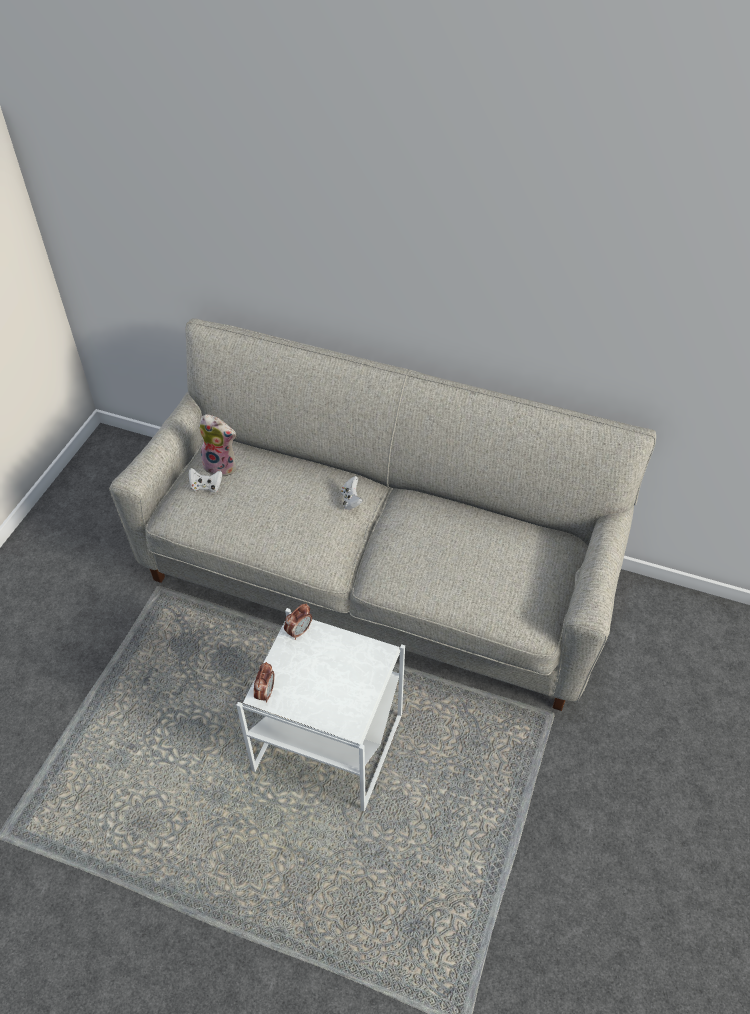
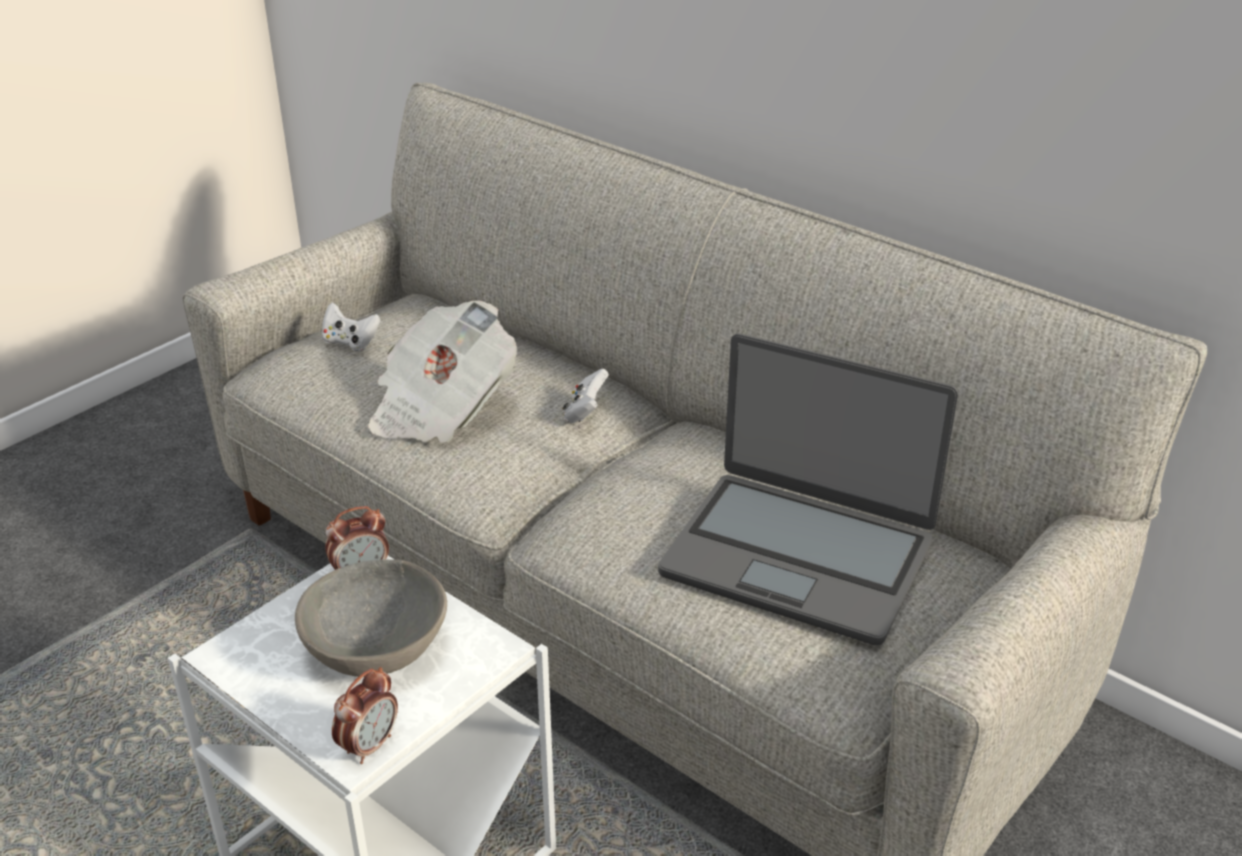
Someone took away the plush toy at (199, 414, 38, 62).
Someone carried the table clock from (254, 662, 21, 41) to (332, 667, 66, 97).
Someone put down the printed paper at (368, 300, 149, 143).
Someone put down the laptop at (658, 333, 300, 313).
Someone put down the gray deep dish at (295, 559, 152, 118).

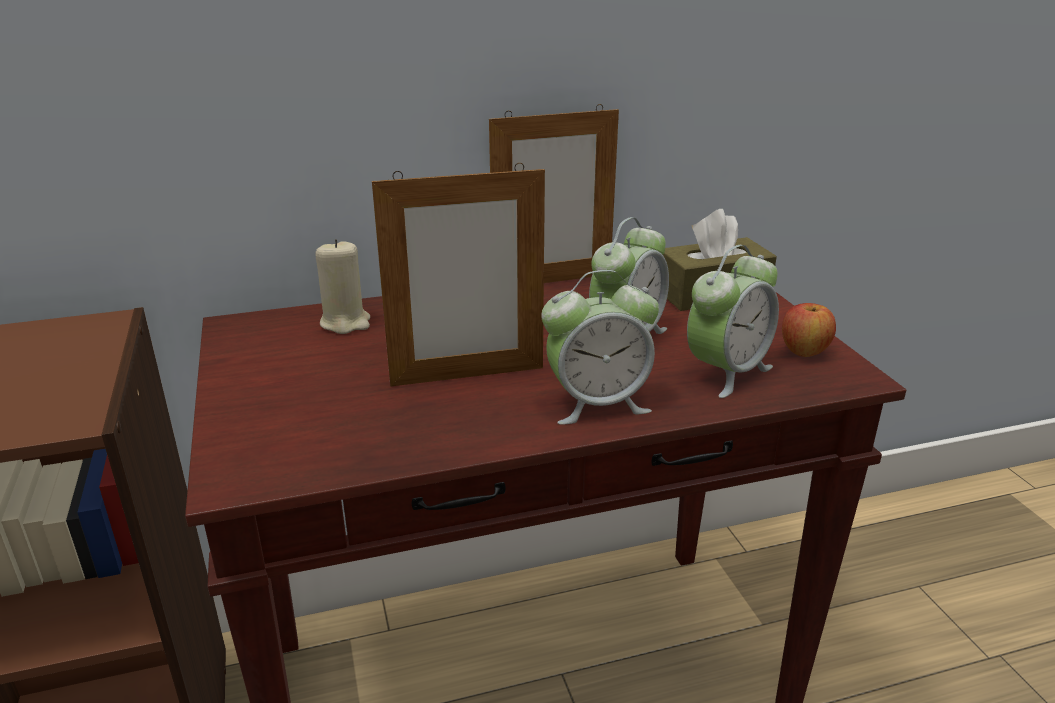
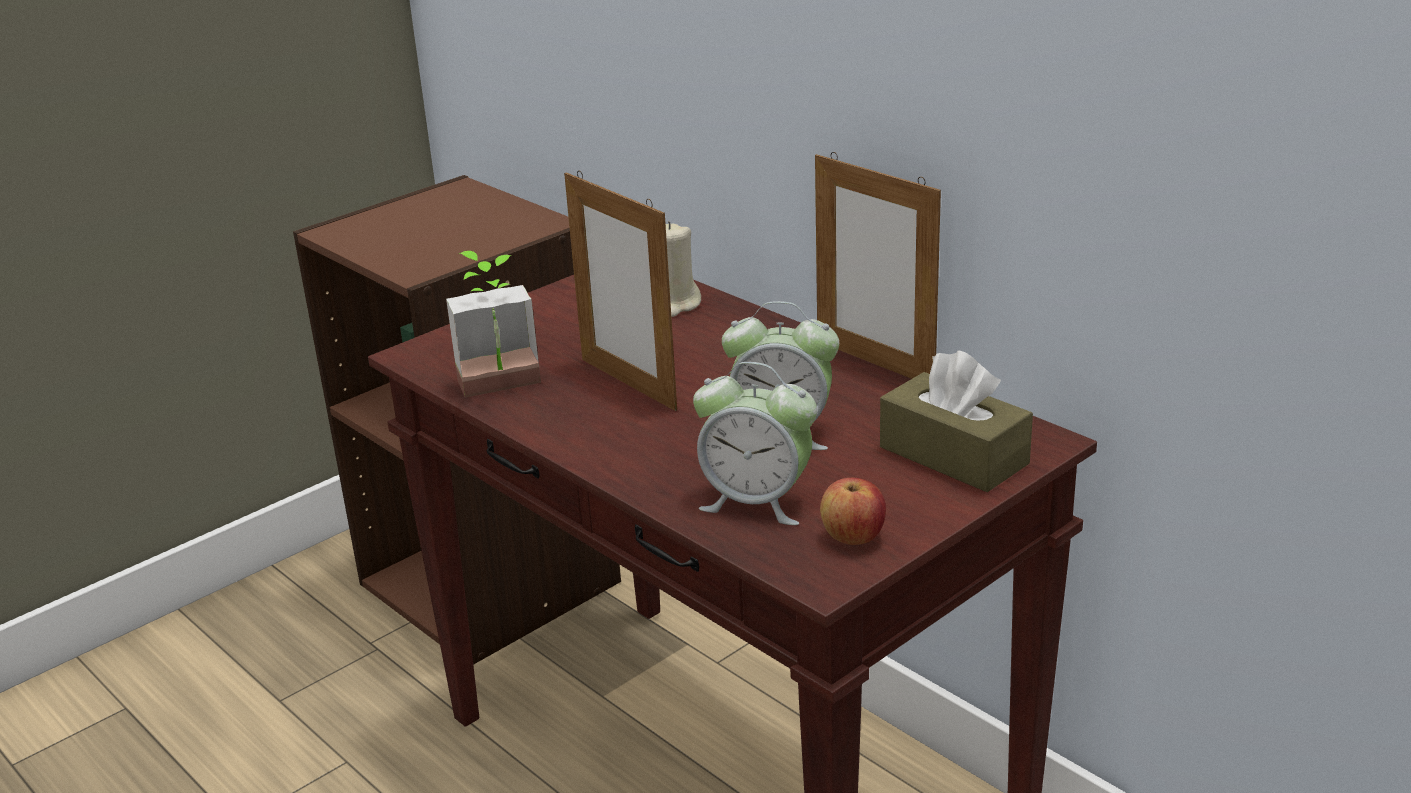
Someone took away the table clock at (541, 270, 118, 155).
Someone put down the plant in a pot at (446, 251, 95, 147).

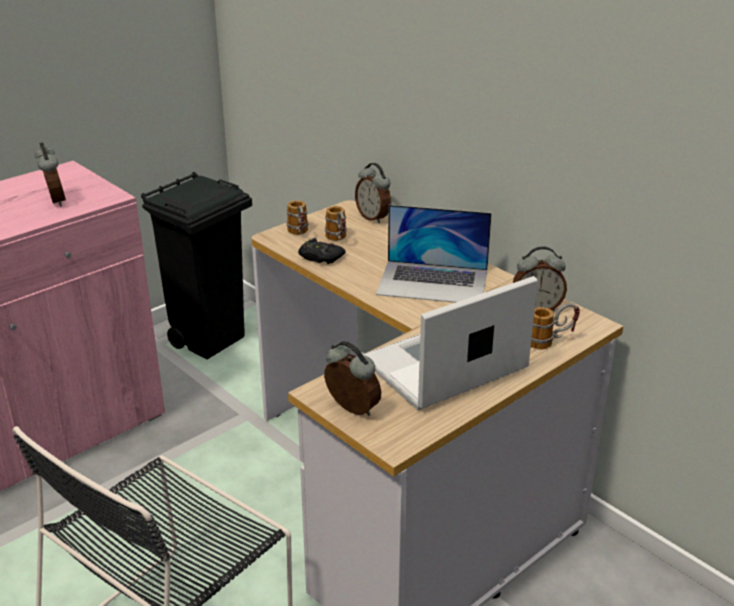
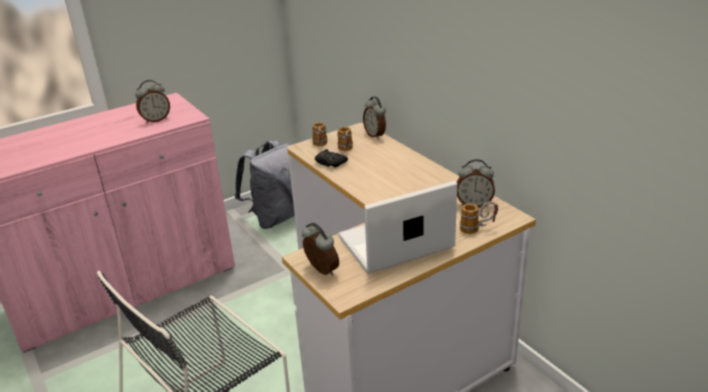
Someone rotated the table clock at (35, 142, 31, 64) by 75 degrees clockwise.
Someone swapped the black waste bin at (141, 172, 111, 187) for the gray knapsack at (235, 141, 60, 88).
Someone took away the laptop at (376, 205, 116, 98).

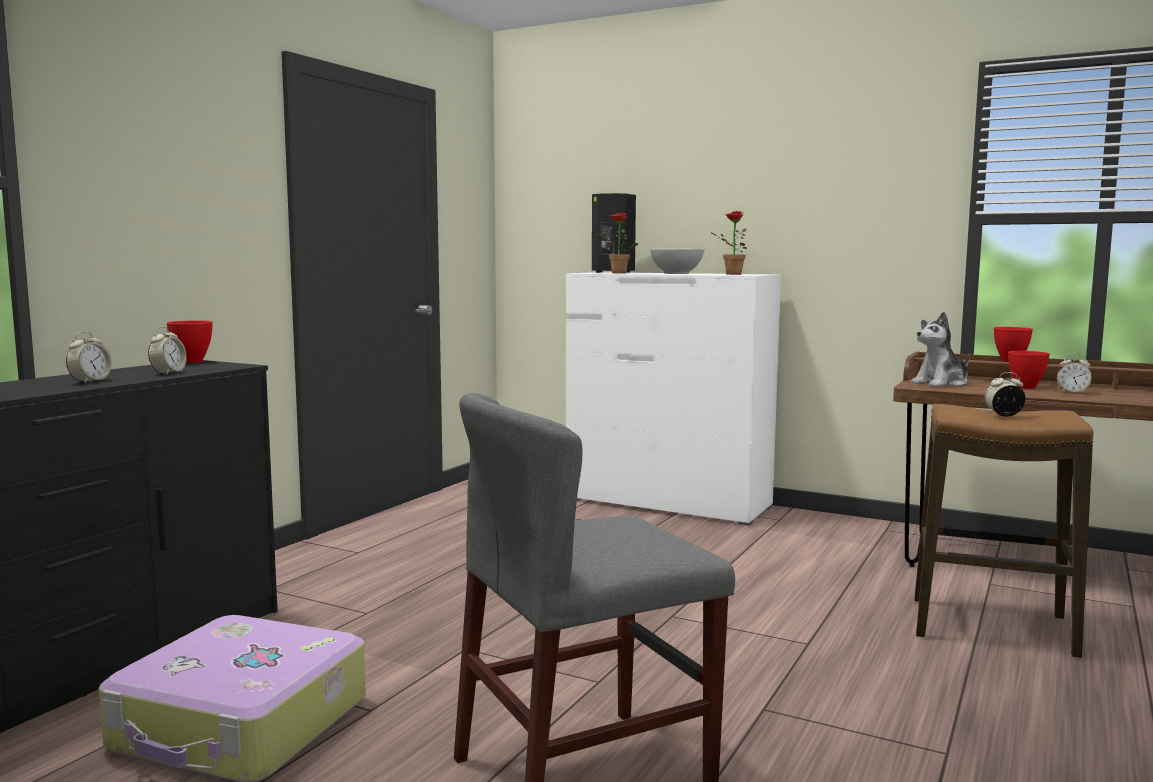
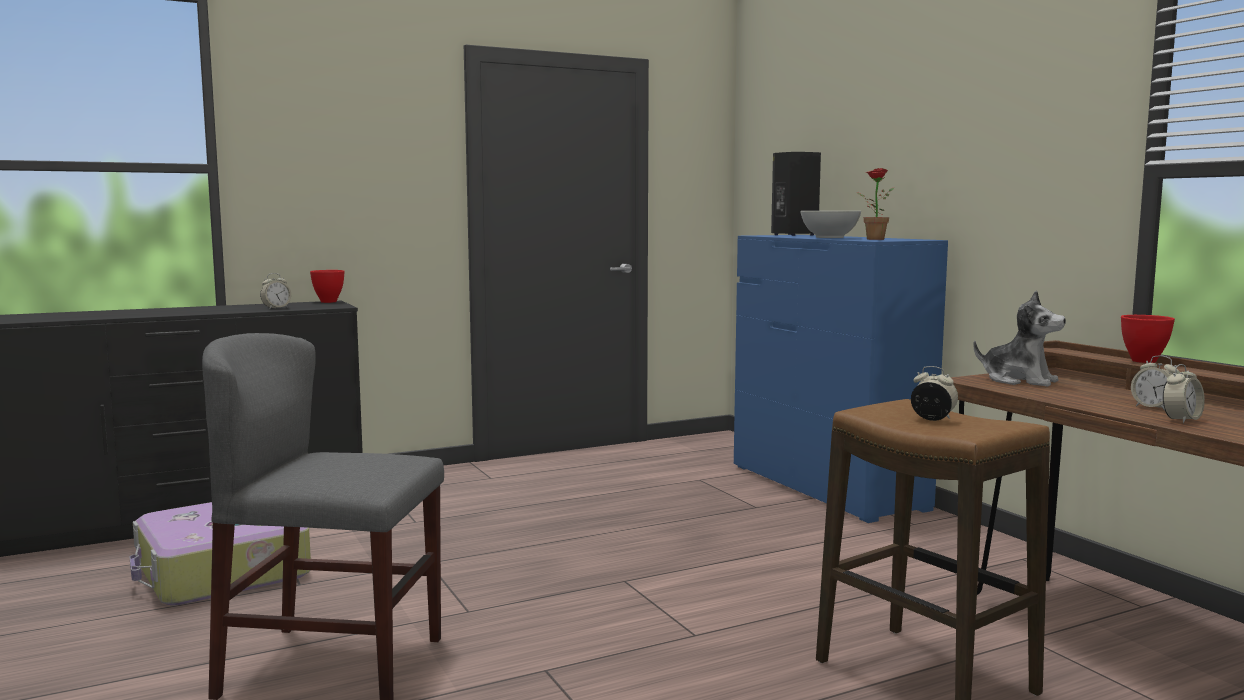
Someone took away the plant in a pot at (595, 213, 43, 60).
Someone repainted the white drawer chest at (566, 272, 215, 254), which became the blue-coloured drawer chest at (734, 235, 214, 288).
Someone rotated the plush toy at (911, 312, 59, 75) by 150 degrees counterclockwise.
Someone carried the table clock from (66, 331, 46, 52) to (1162, 364, 43, 59).
Someone took away the reddish deep dish at (1008, 351, 42, 38).

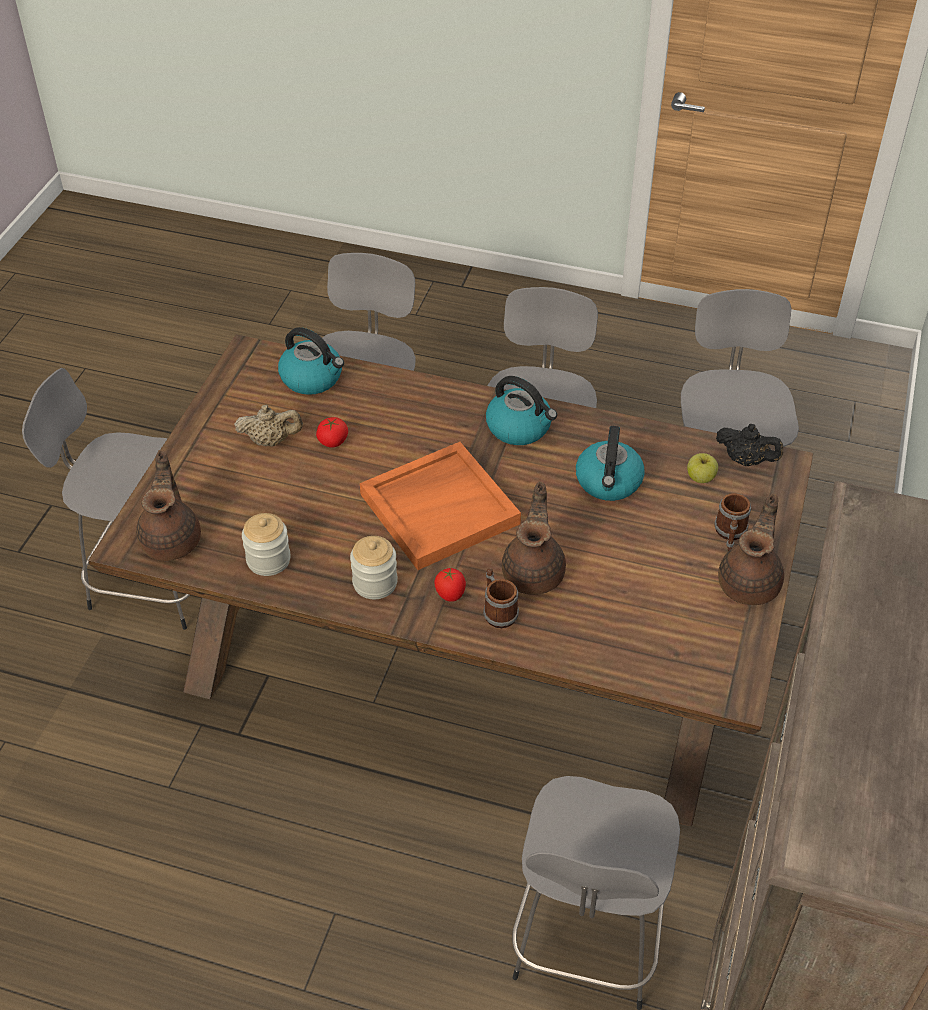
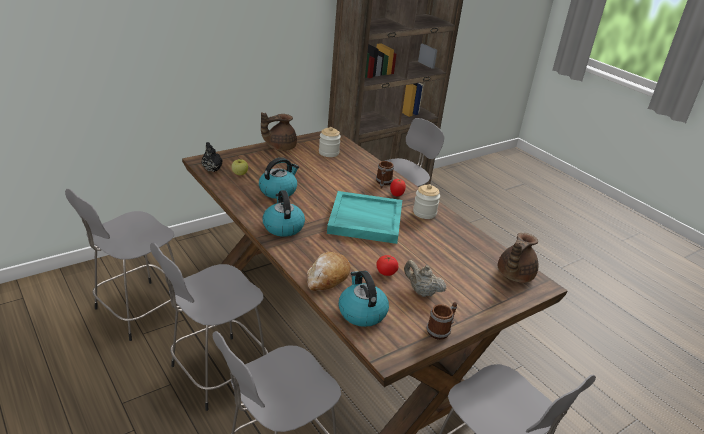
Someone repainted the orange-coloured tray at (360, 442, 161, 128), which became the turquoise-coloured tray at (327, 191, 75, 53).
Someone took away the brown-coloured pot for tea at (502, 481, 64, 114).
Someone carried the mug from (714, 493, 37, 58) to (427, 302, 30, 38).
Someone carried the jar from (242, 513, 49, 63) to (319, 127, 22, 30).
Someone put down the bakery bread at (307, 251, 44, 40).

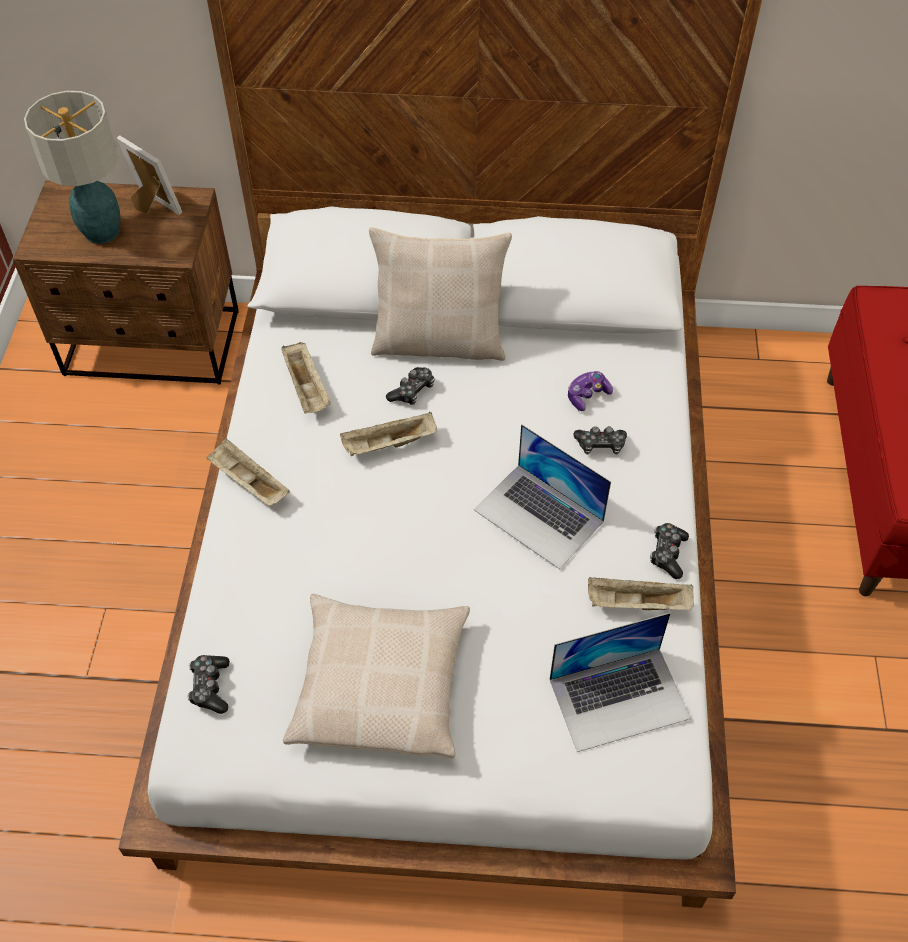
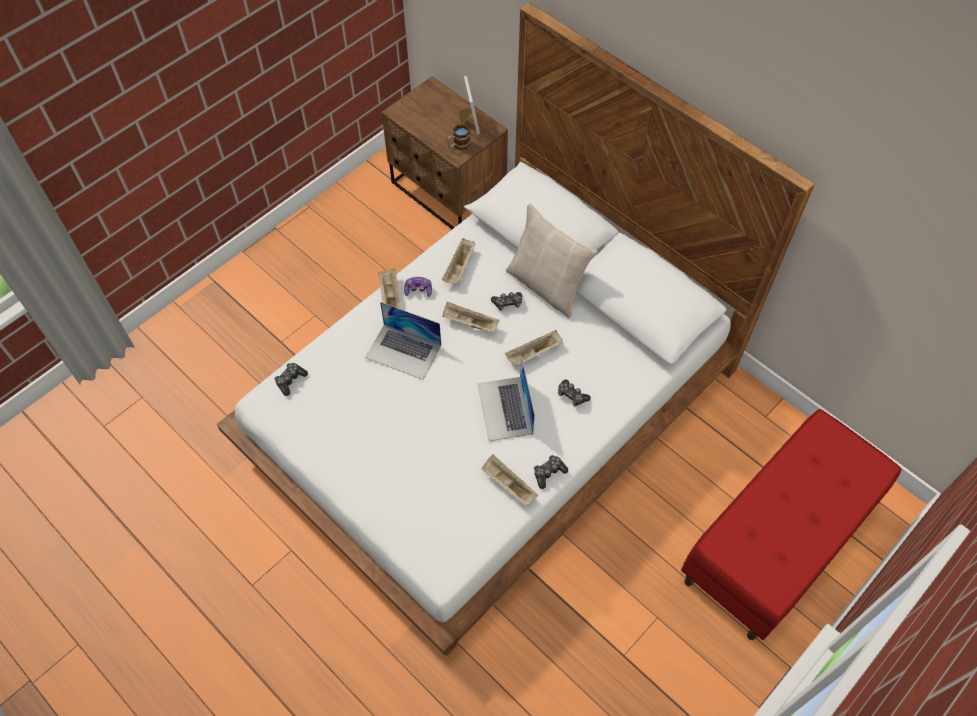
Someone took away the table lamp at (24, 91, 97, 153).
Someone carried the joypad from (568, 371, 45, 40) to (404, 277, 28, 20).
Someone took away the beige-coloured cushion at (283, 594, 187, 164).
Someone carried the laptop from (549, 613, 142, 139) to (365, 302, 76, 78).
Someone put down the mug at (447, 124, 23, 26).
Someone put down the beige-coloured tray at (505, 330, 57, 36).

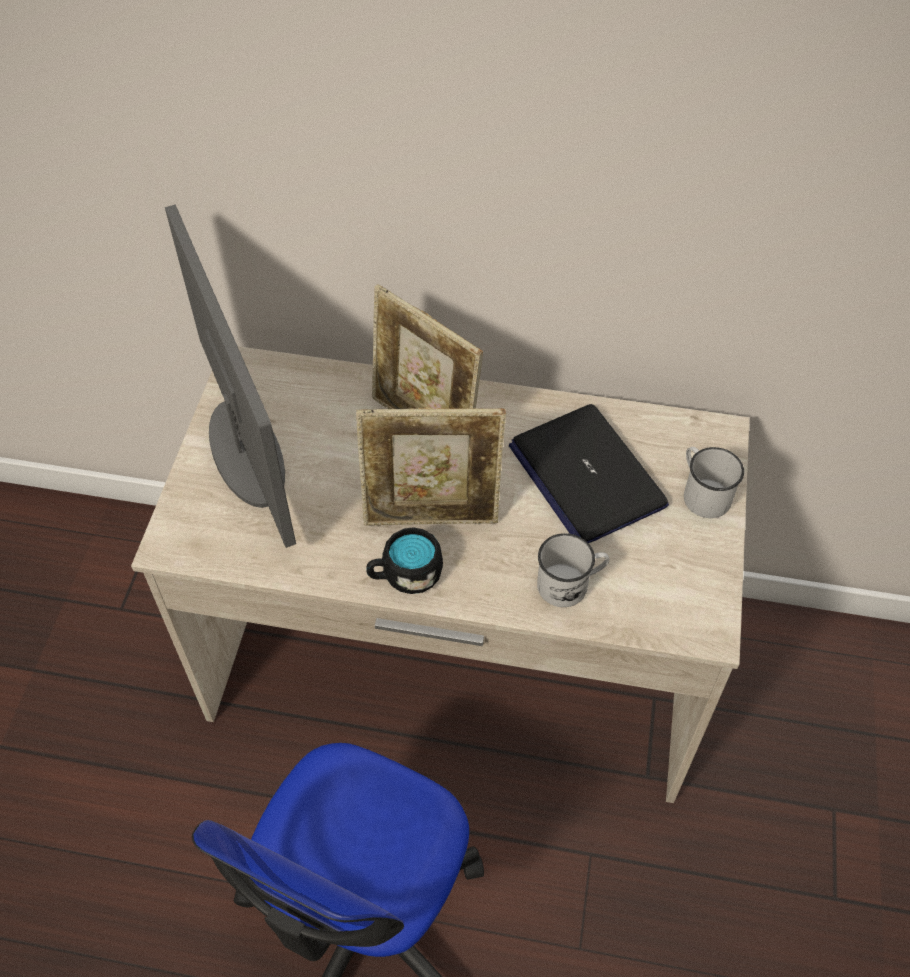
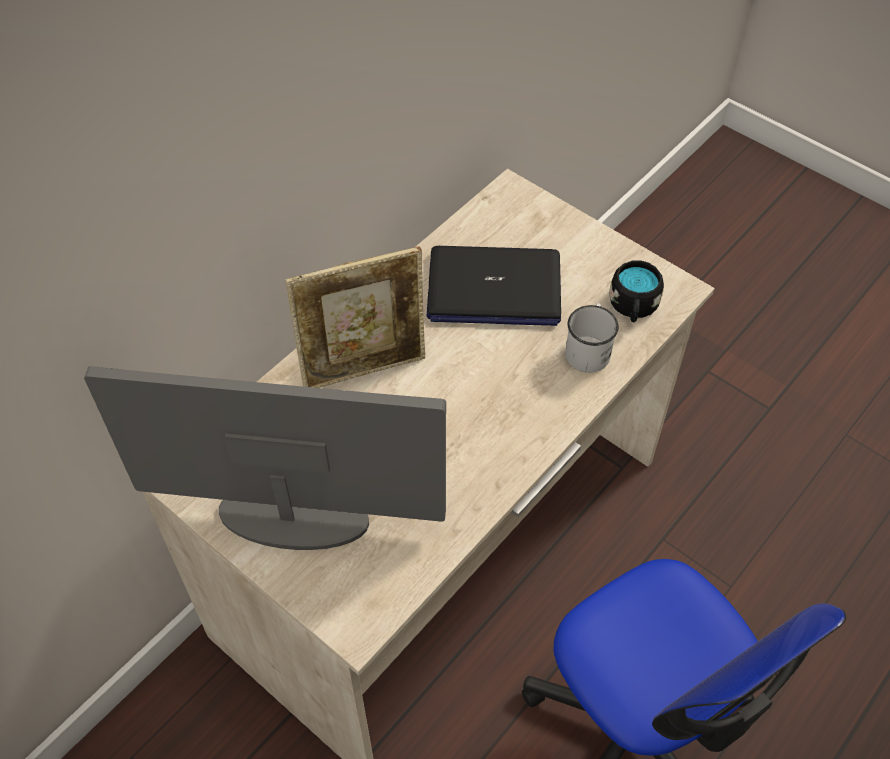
Someone took away the standing frame at (356, 407, 150, 119).
Someone took away the white mug at (684, 447, 60, 71).
Someone carried the black mug from (366, 527, 77, 67) to (609, 260, 55, 63).

